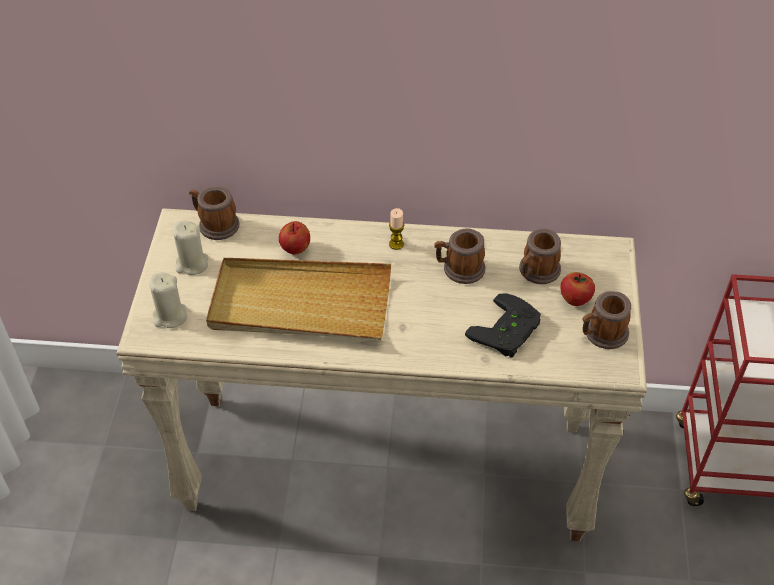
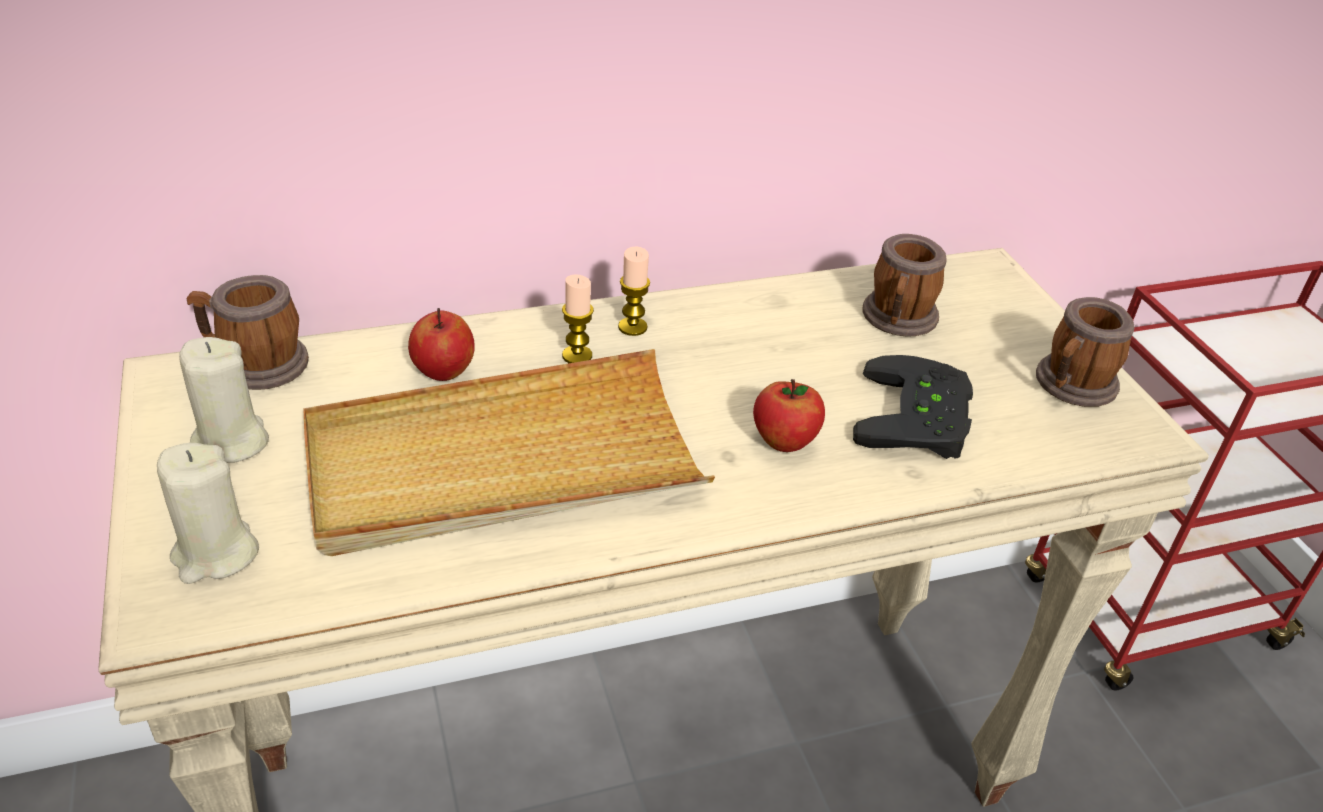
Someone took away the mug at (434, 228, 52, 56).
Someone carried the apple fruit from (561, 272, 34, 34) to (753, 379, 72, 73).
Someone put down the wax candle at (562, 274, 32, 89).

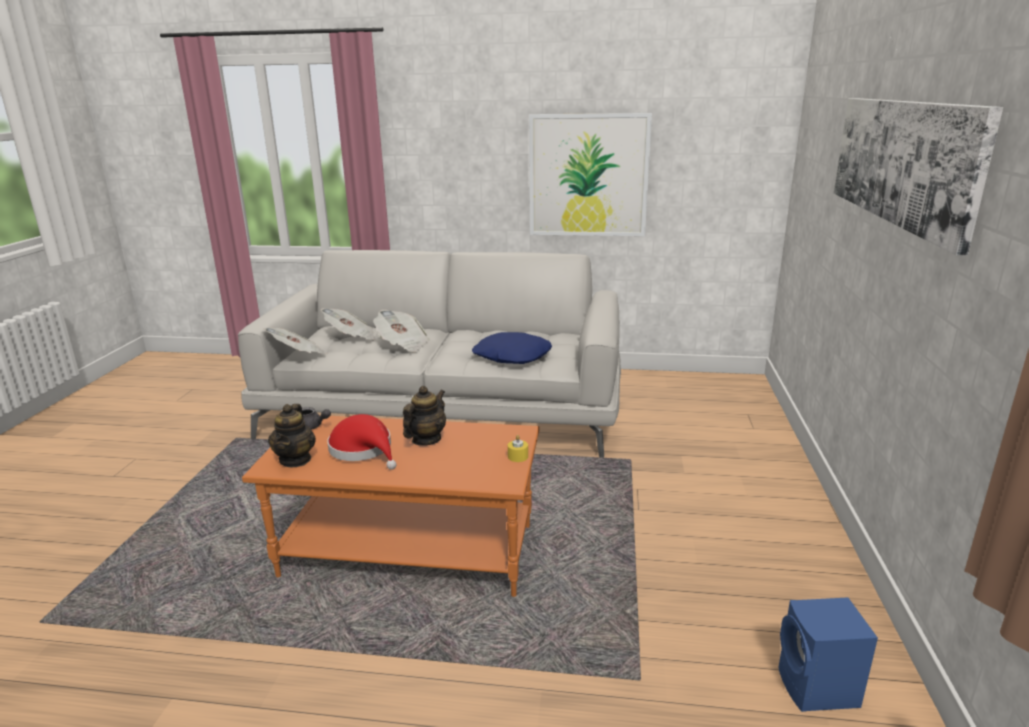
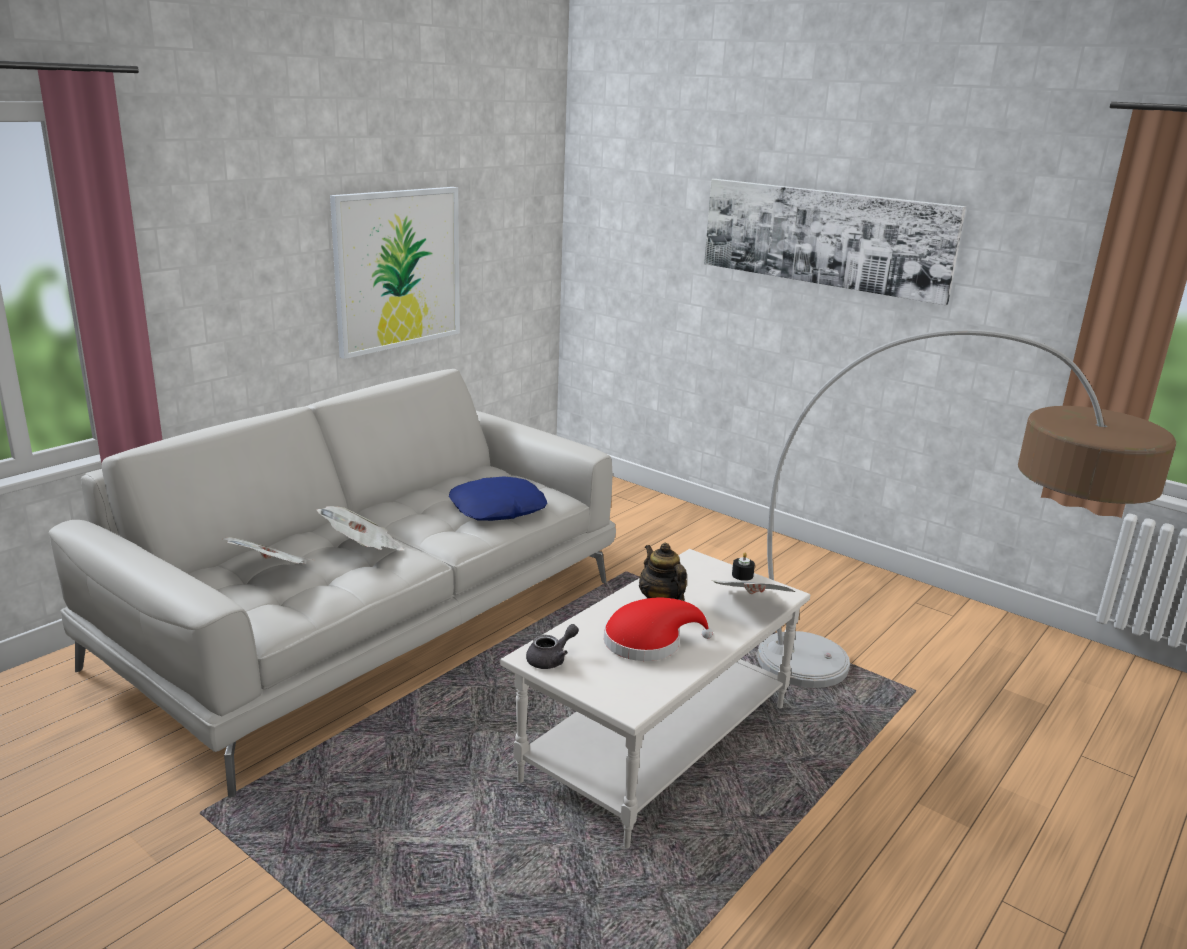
Someone carried the printed paper from (263, 328, 65, 26) to (711, 580, 85, 14).
Someone took away the pot for tea at (268, 404, 48, 63).
Someone repainted the orange-coloured coffee table at (242, 415, 297, 182), which became the white coffee table at (500, 549, 310, 299).
Someone repainted the yellow-coloured wax candle at (508, 435, 20, 27), which became the black wax candle at (732, 552, 23, 29).
Someone took away the blue-coloured audio speaker at (778, 597, 100, 115).
Someone put down the standing lamp at (757, 329, 419, 359).

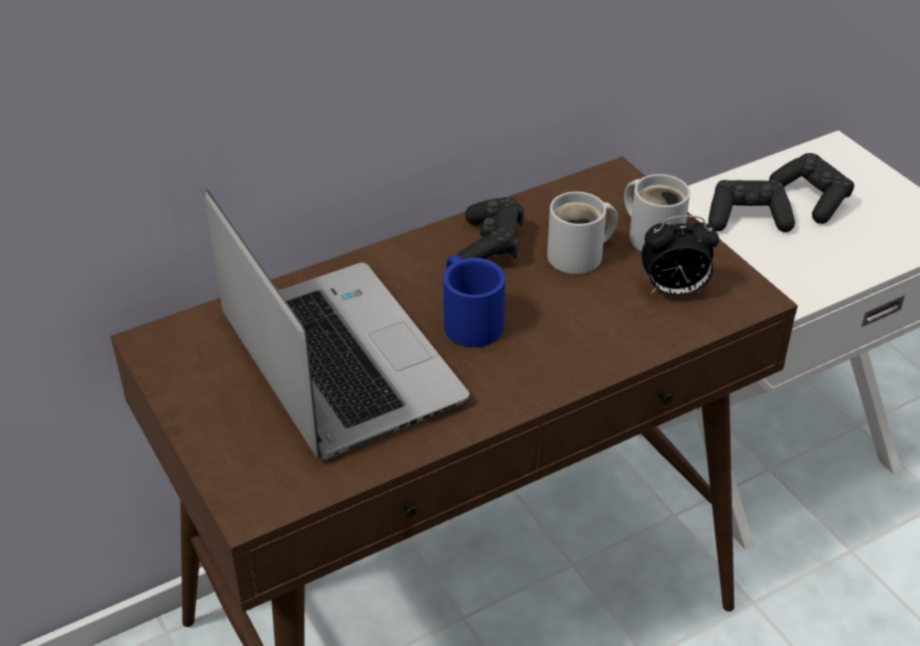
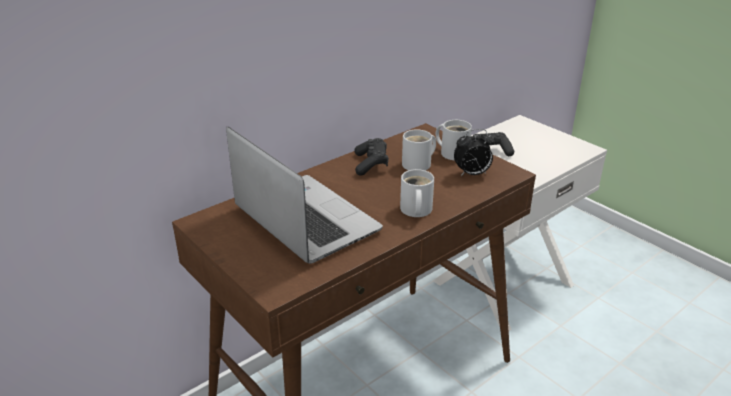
Someone took away the black joypad at (769, 153, 85, 71).
Someone took away the blue-coloured mug at (443, 255, 63, 92).
Someone put down the white mug at (400, 169, 34, 48).

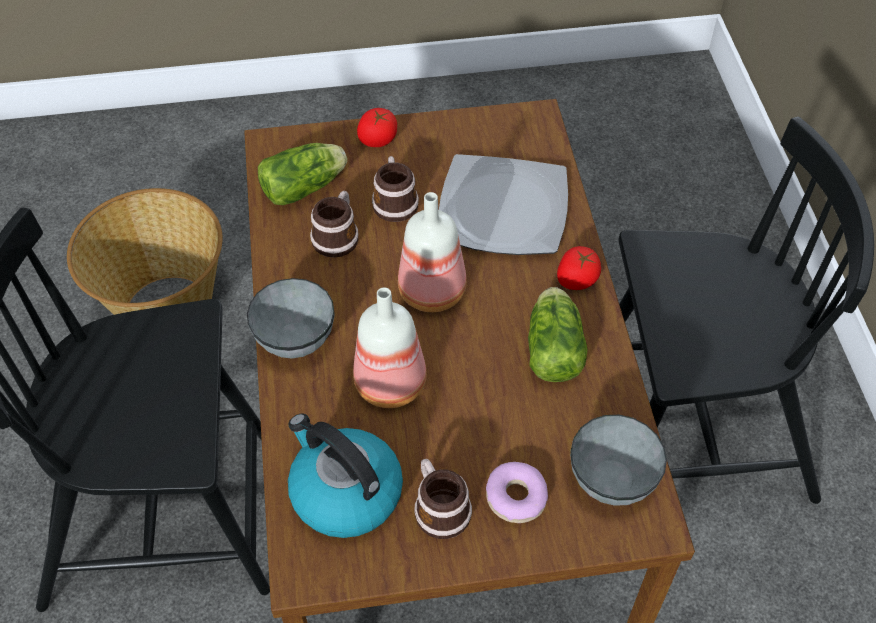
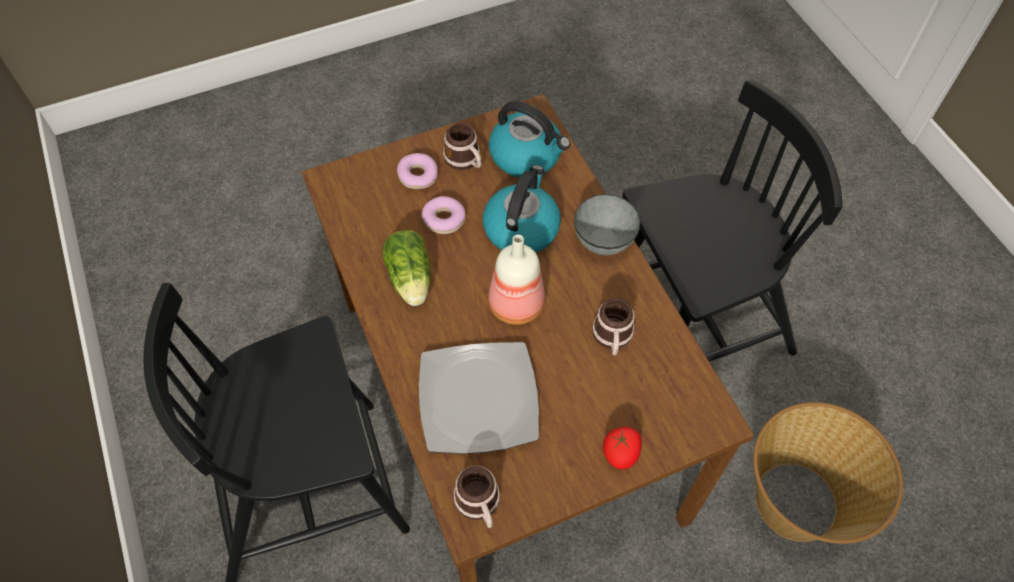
Someone took away the head of lettuce at (258, 143, 89, 62).
Someone carried the mug from (372, 156, 47, 66) to (453, 466, 47, 62).
Someone took away the tomato at (557, 246, 44, 44).
Someone swapped the beverage bottle at (353, 287, 74, 121) for the kettle at (483, 165, 78, 88).
Someone took away the gray deep dish at (570, 415, 97, 91).
Someone put down the doughnut at (422, 196, 43, 38).

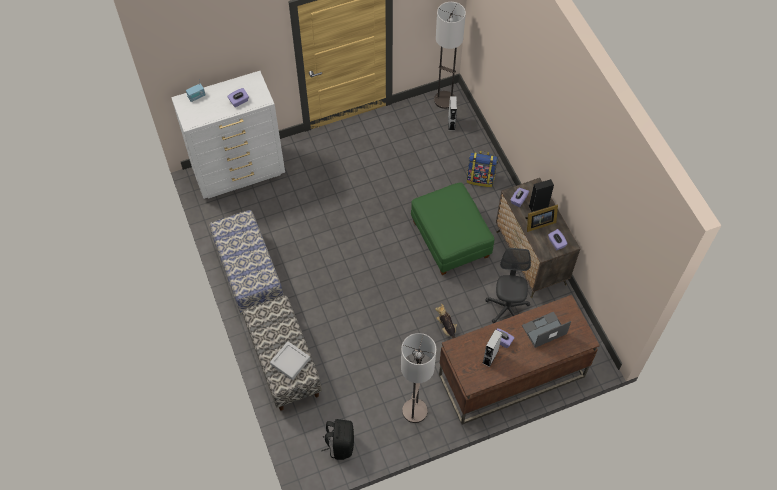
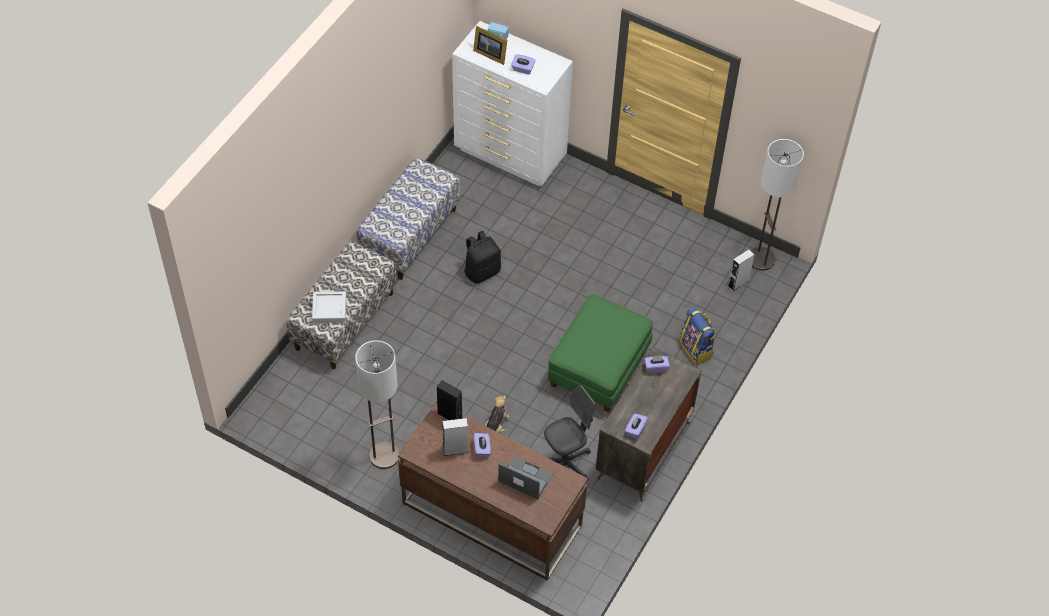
Someone carried the black audio speaker from (529, 179, 25, 33) to (437, 380, 26, 40).
Someone carried the standing frame from (525, 204, 33, 28) to (473, 26, 34, 39).
Someone carried the black knapsack from (321, 419, 33, 41) to (464, 231, 37, 53).

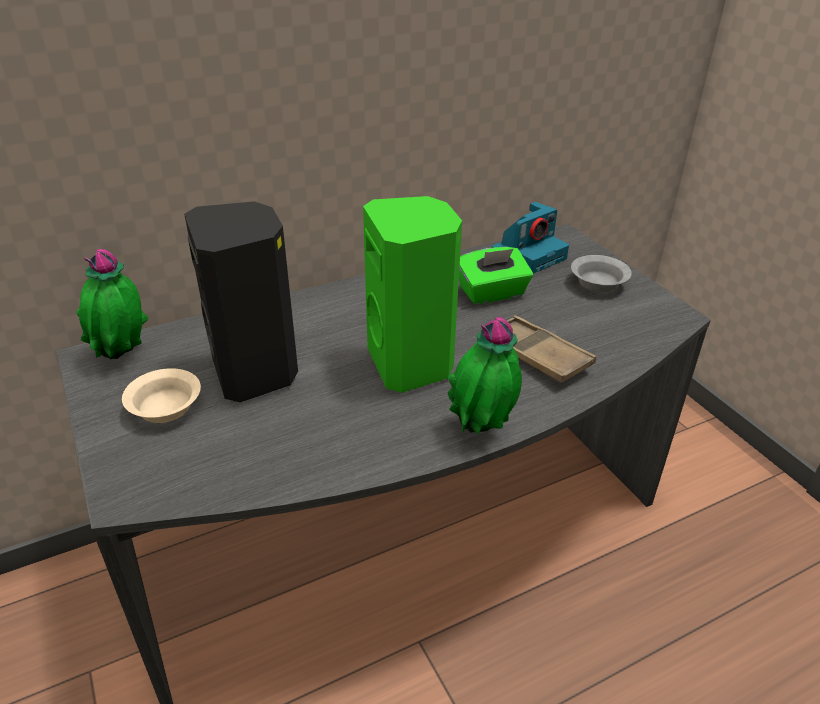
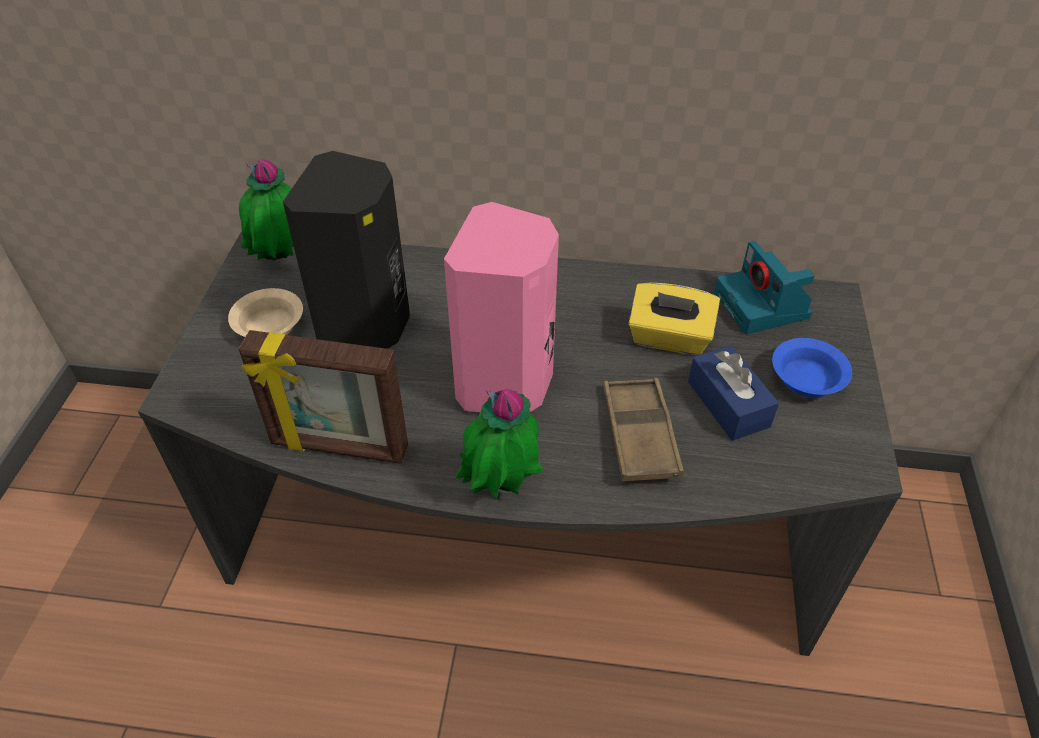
Someone repainted the green audio speaker at (363, 196, 99, 197), which became the pinkish audio speaker at (444, 202, 115, 210).
Someone rotated the still camera at (492, 202, 77, 72) by 75 degrees clockwise.
Someone repainted the green tissue holder at (459, 247, 74, 57), which became the yellow-coloured tissue holder at (628, 282, 92, 73).
Someone repainted the gray deep dish at (571, 255, 61, 38), which became the blue-coloured deep dish at (772, 338, 80, 59).
Someone put down the standing frame at (239, 330, 169, 134).
Someone put down the blue-coloured tissue holder at (688, 345, 91, 96).

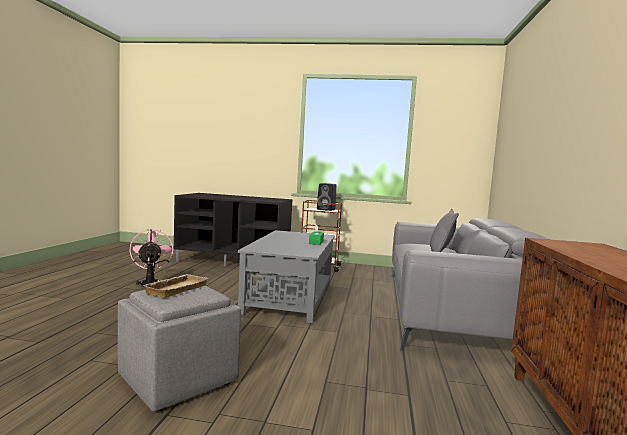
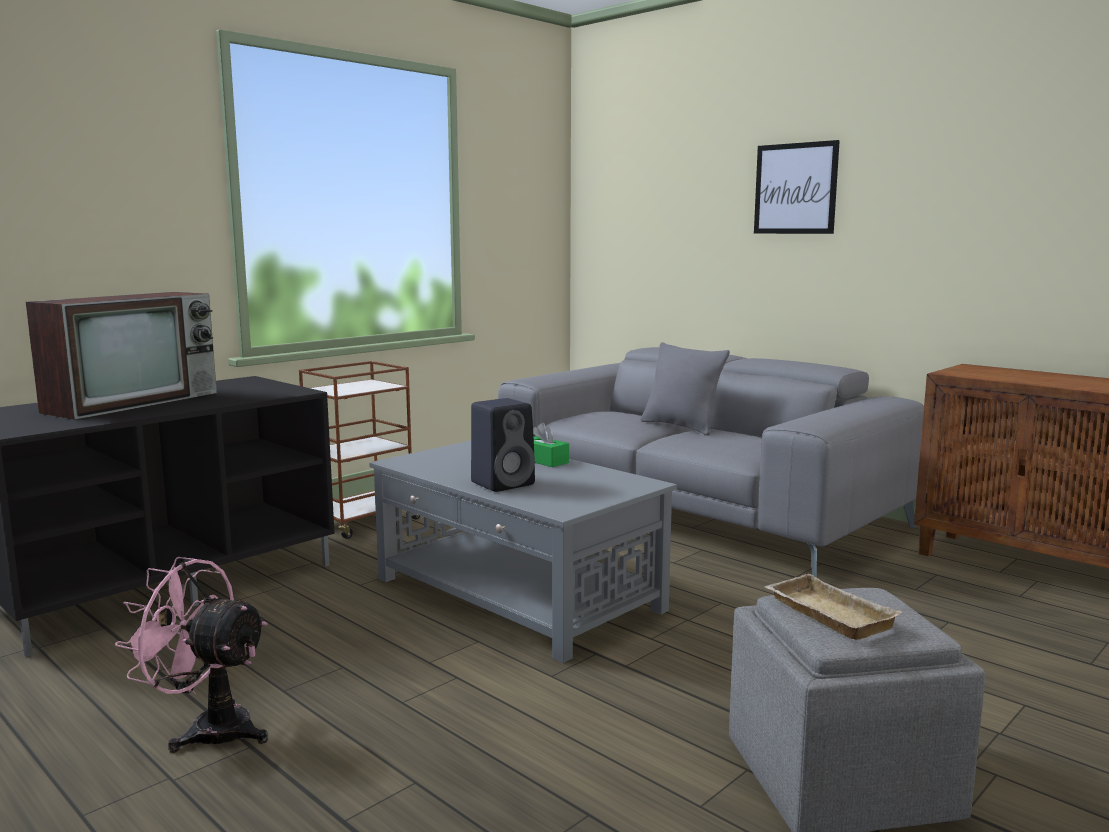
Someone carried the black audio speaker from (317, 183, 19, 28) to (471, 398, 64, 94).
Someone put up the wall art at (754, 140, 86, 94).
Someone put down the TV at (26, 292, 191, 128).

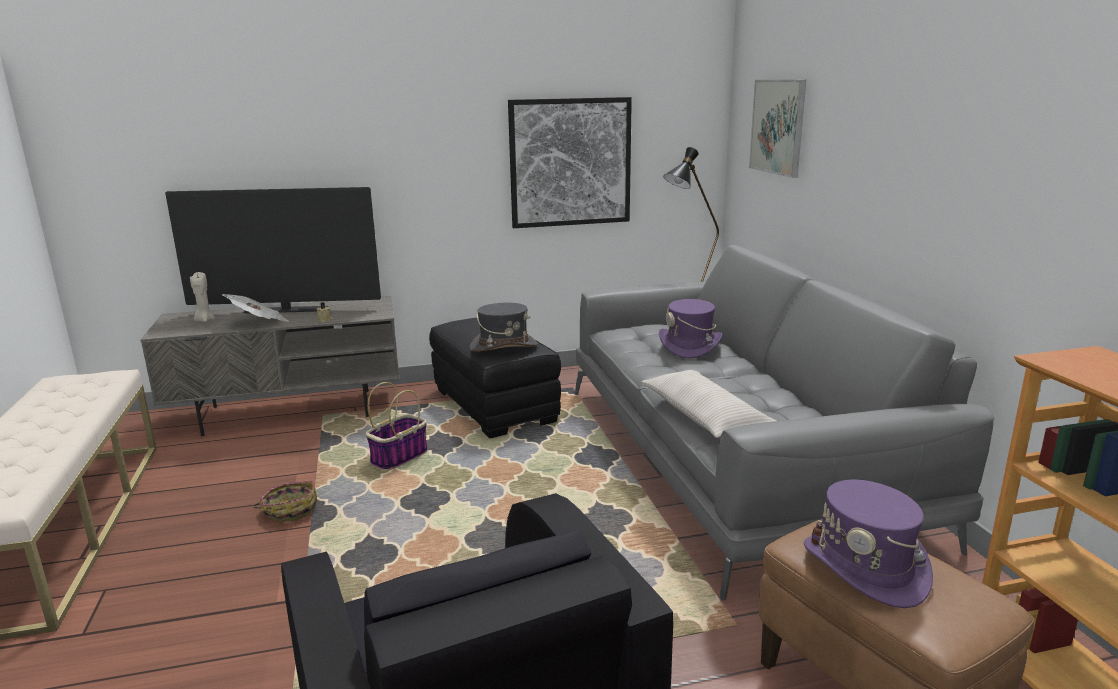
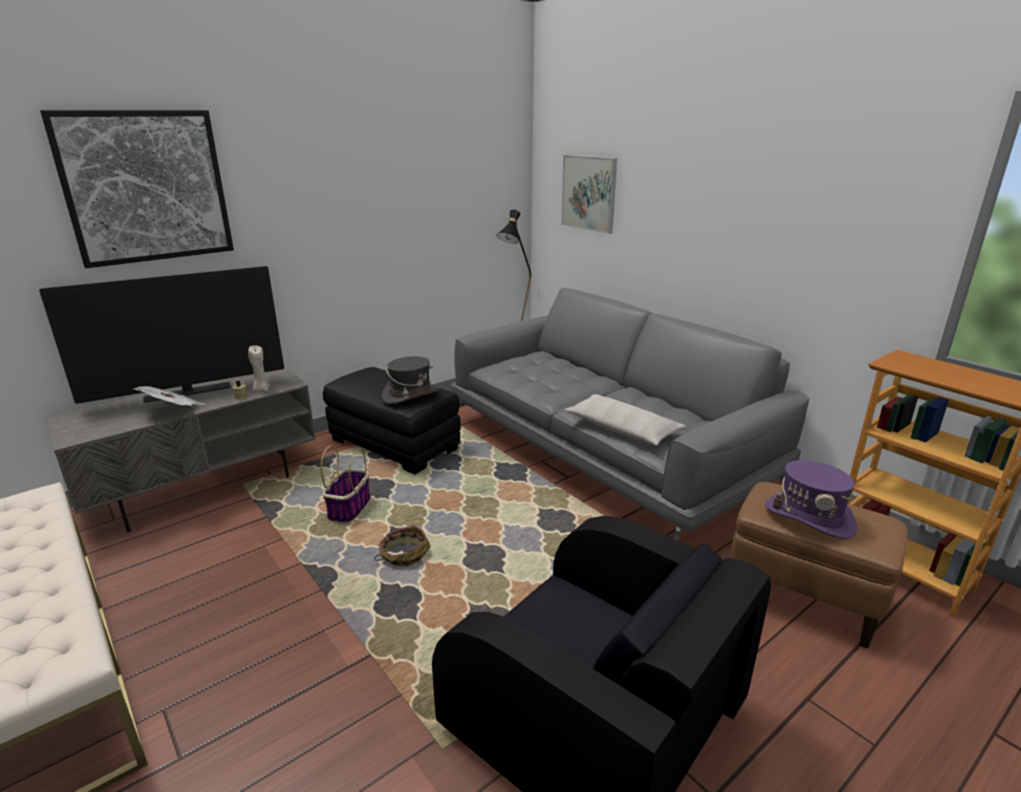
Someone carried the wall art from (508, 97, 124, 131) to (40, 110, 194, 158).
Someone carried the beige-coloured wax candle from (190, 272, 25, 50) to (248, 345, 22, 47).
Someone took away the purplish wearable hat at (659, 299, 64, 59).
Someone carried the basket from (253, 481, 64, 41) to (374, 525, 57, 41).

